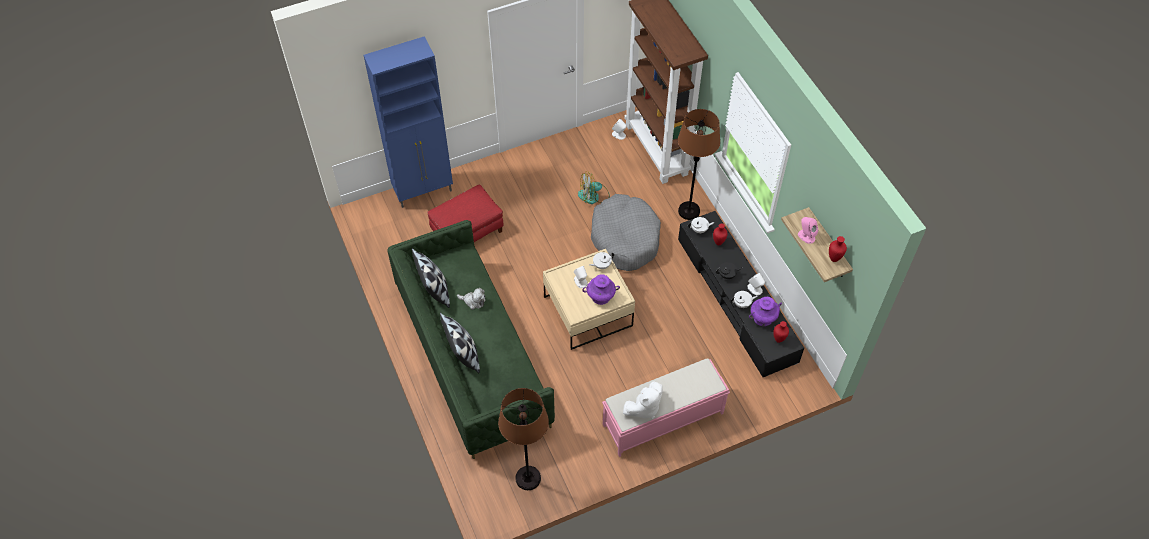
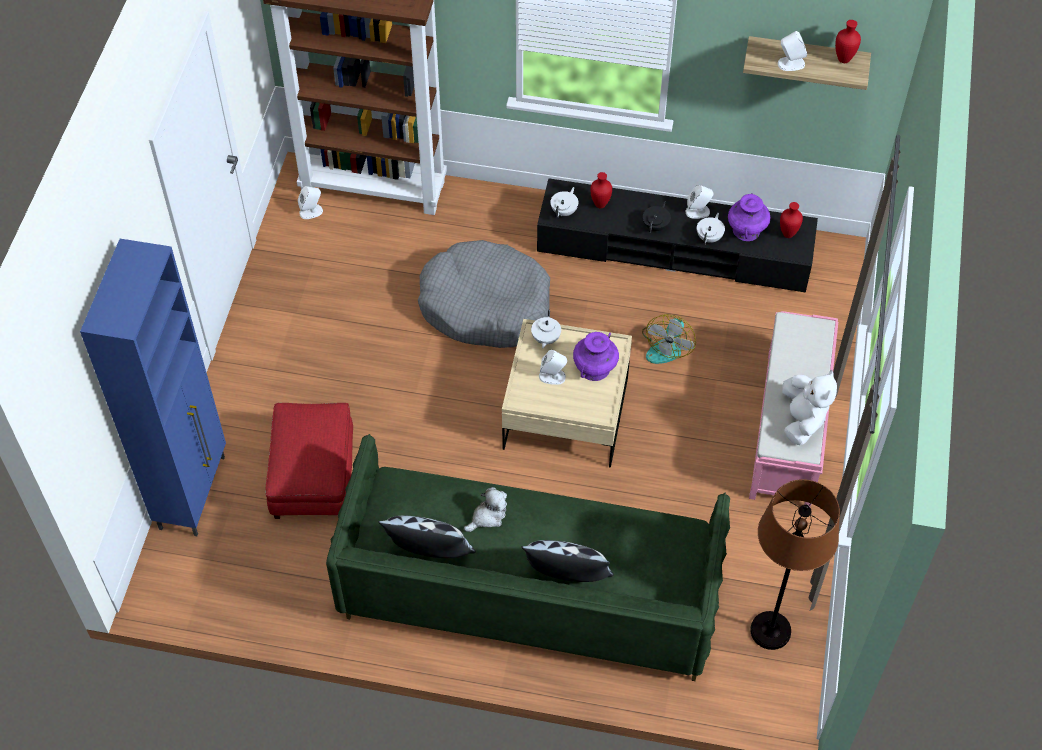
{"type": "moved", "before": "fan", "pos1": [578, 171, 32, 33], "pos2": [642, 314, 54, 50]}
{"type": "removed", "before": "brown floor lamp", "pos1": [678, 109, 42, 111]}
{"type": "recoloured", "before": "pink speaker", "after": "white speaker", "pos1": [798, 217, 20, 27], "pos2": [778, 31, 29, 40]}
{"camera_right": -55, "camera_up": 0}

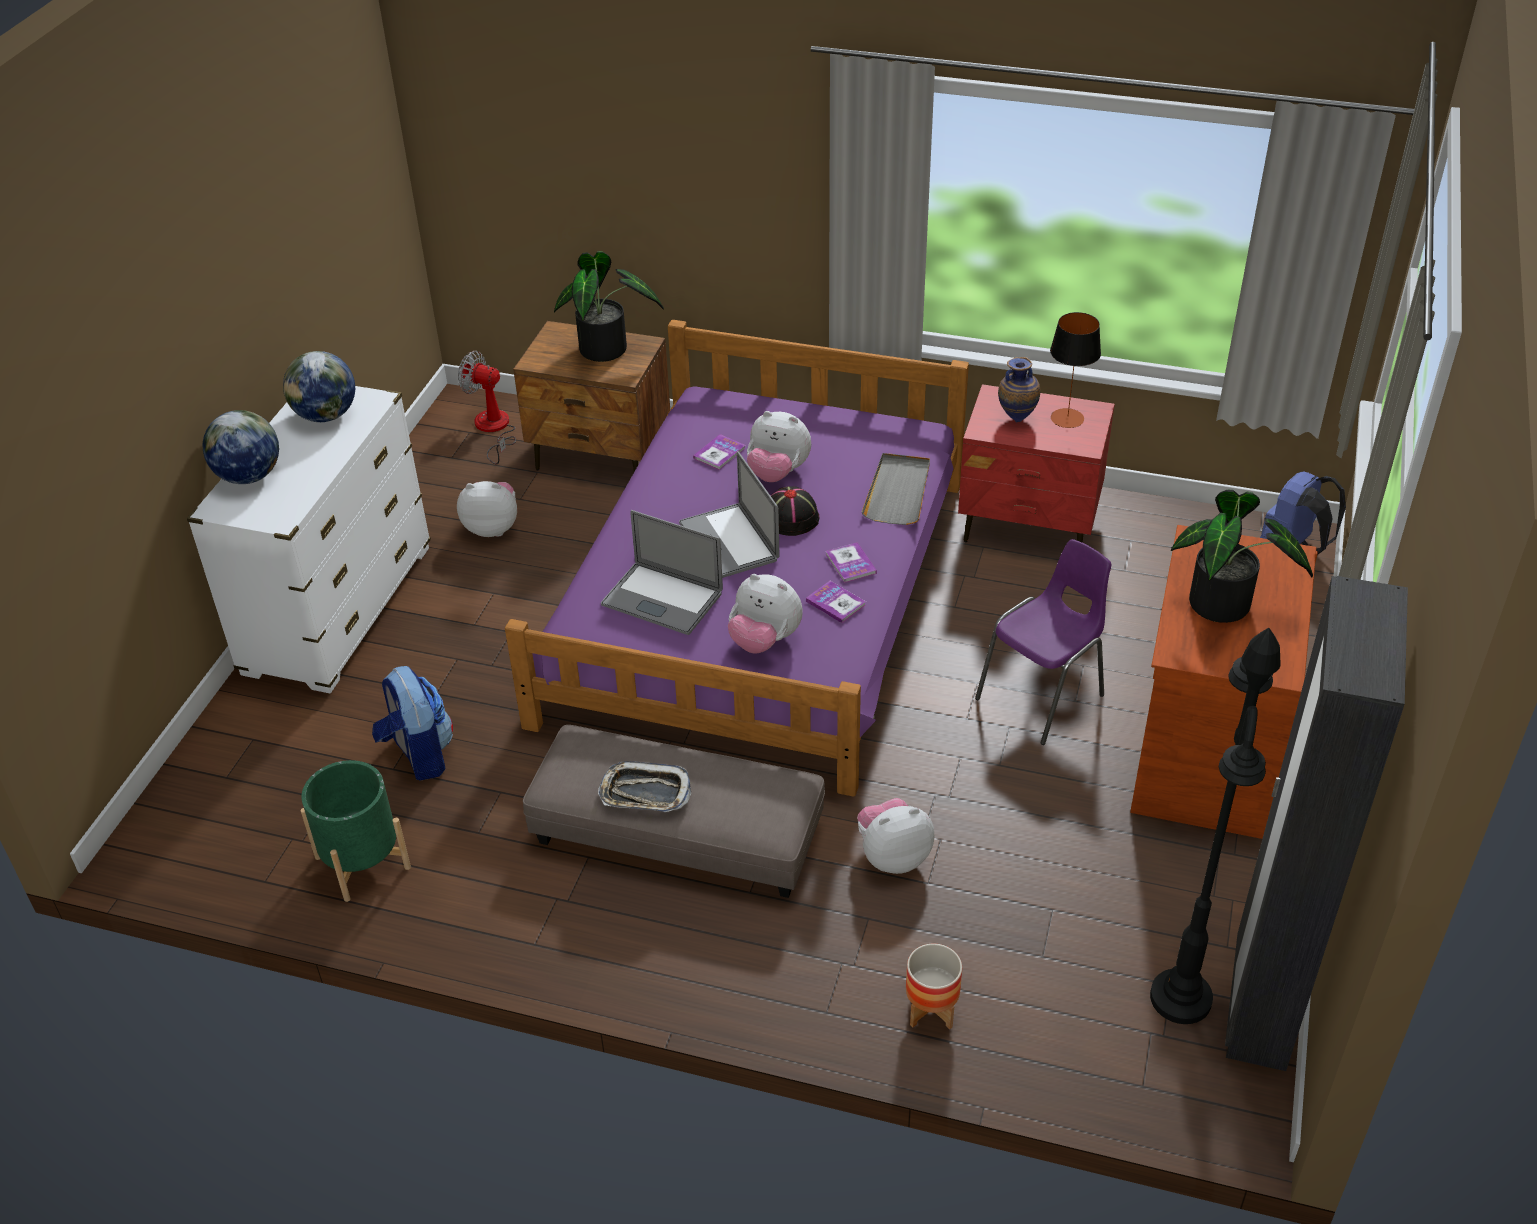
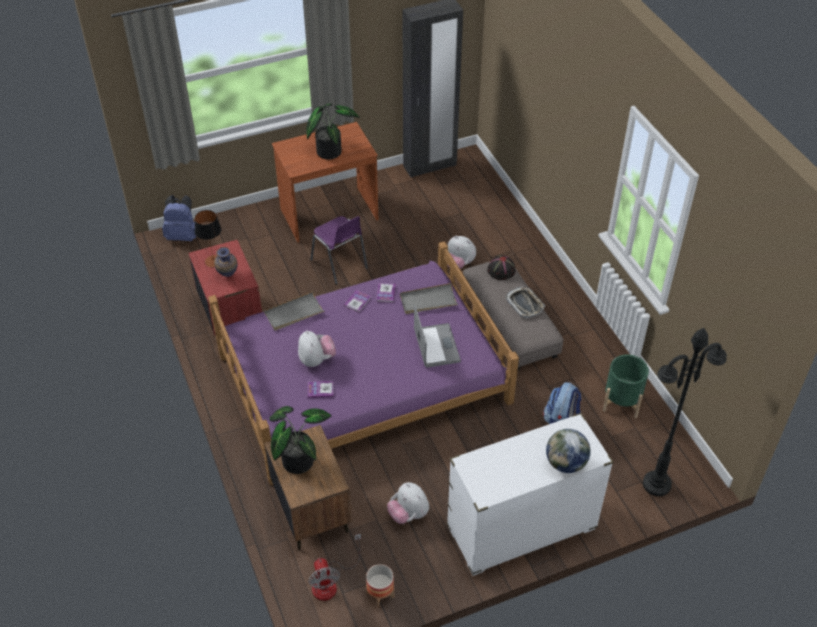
{"type": "removed", "before": "globe", "pos1": [283, 351, 72, 71]}
{"type": "removed", "before": "laptop", "pos1": [679, 451, 101, 127]}
{"type": "replaced", "before": "plush toy", "after": "grey tray", "pos1": [728, 574, 75, 79], "pos2": [400, 283, 58, 31]}
{"type": "moved", "before": "black hat", "pos1": [771, 486, 48, 50], "pos2": [487, 255, 29, 25]}
{"type": "moved", "before": "planter", "pos1": [906, 944, 56, 85], "pos2": [366, 564, 28, 44]}
{"type": "turned", "before": "purple chair", "pos1": [975, 539, 136, 206], "pos2": [310, 216, 58, 69], "turn": -135}
{"type": "moved", "before": "black floor lamp", "pos1": [1150, 628, 131, 396], "pos2": [643, 328, 84, 168]}
{"camera_right": -130, "camera_up": 5}

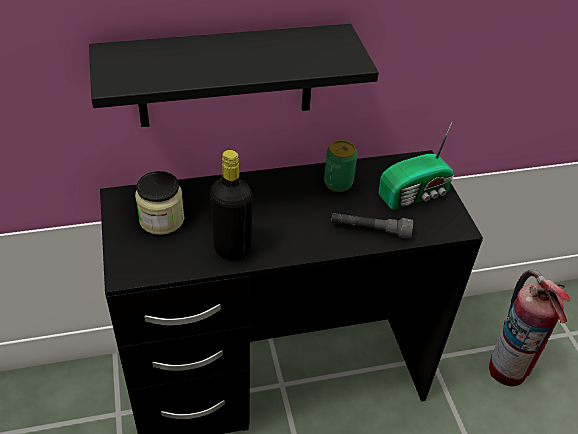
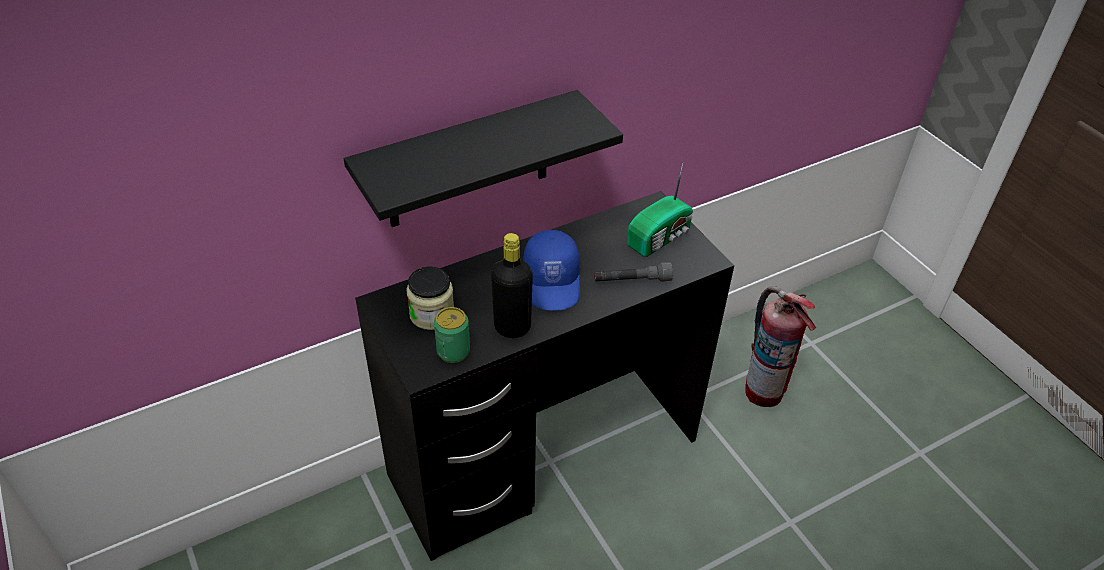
{"type": "moved", "before": "can", "pos1": [324, 140, 34, 52], "pos2": [434, 307, 36, 56]}
{"type": "added", "after": "blue cap", "pos2": [523, 230, 57, 81]}
{"camera_right": -15, "camera_up": 0}

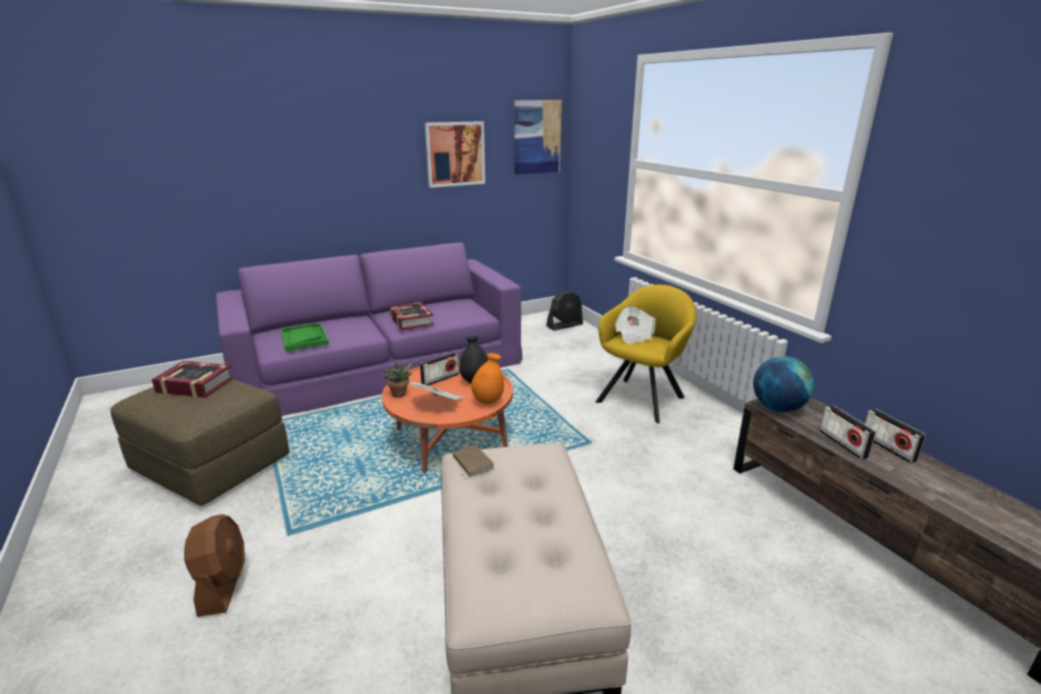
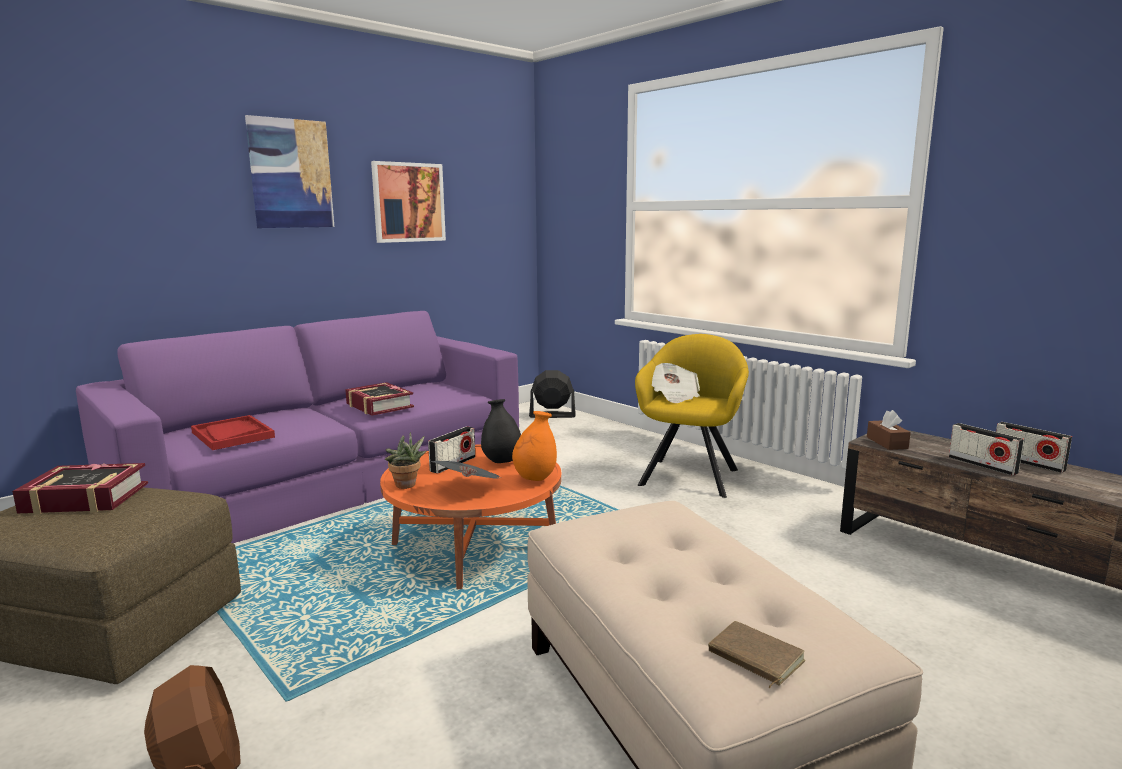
{"type": "recoloured", "before": "green tray", "after": "red tray", "pos1": [280, 323, 49, 28], "pos2": [191, 415, 84, 35]}
{"type": "moved", "before": "brown book", "pos1": [452, 445, 42, 31], "pos2": [708, 621, 98, 67]}
{"type": "moved", "before": "picture", "pos1": [514, 100, 48, 75], "pos2": [245, 115, 89, 113]}
{"type": "turned", "before": "black fan", "pos1": [546, 291, 37, 40], "pos2": [529, 370, 47, 48], "turn": -135}
{"type": "replaced", "before": "globe", "after": "brown tissue box", "pos1": [753, 356, 61, 56], "pos2": [867, 410, 44, 40]}
{"camera_right": -15, "camera_up": -10}

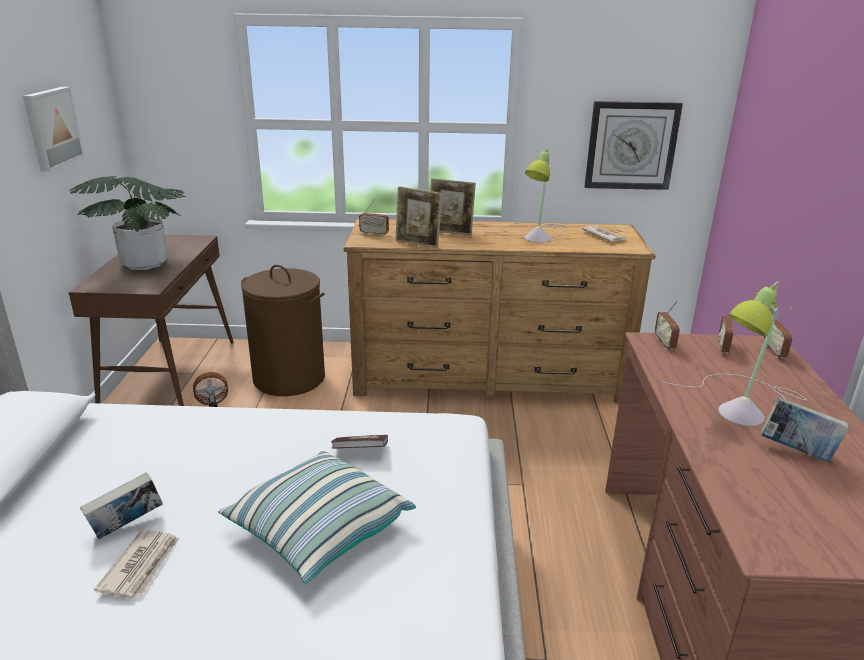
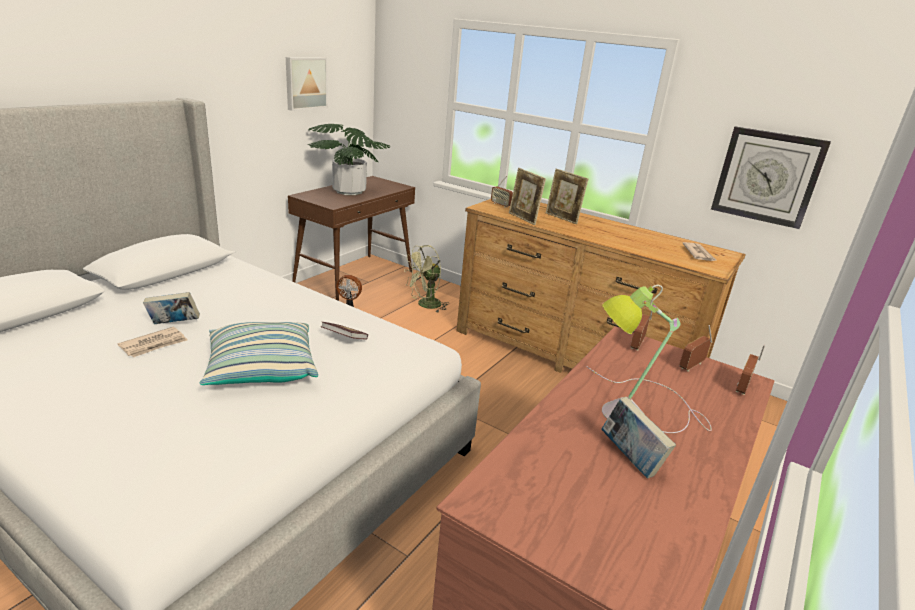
{"type": "replaced", "before": "brown laundry basket", "after": "green fan", "pos1": [241, 265, 84, 131], "pos2": [404, 245, 45, 67]}
{"type": "removed", "before": "table lamp", "pos1": [501, 148, 66, 95]}
{"camera_right": 30, "camera_up": 0}

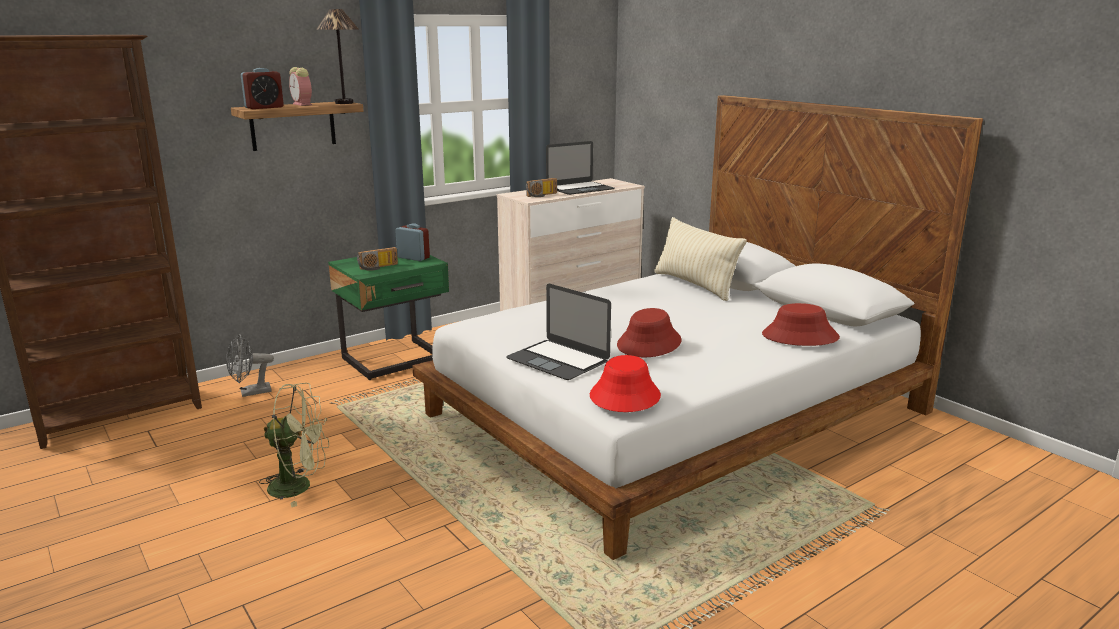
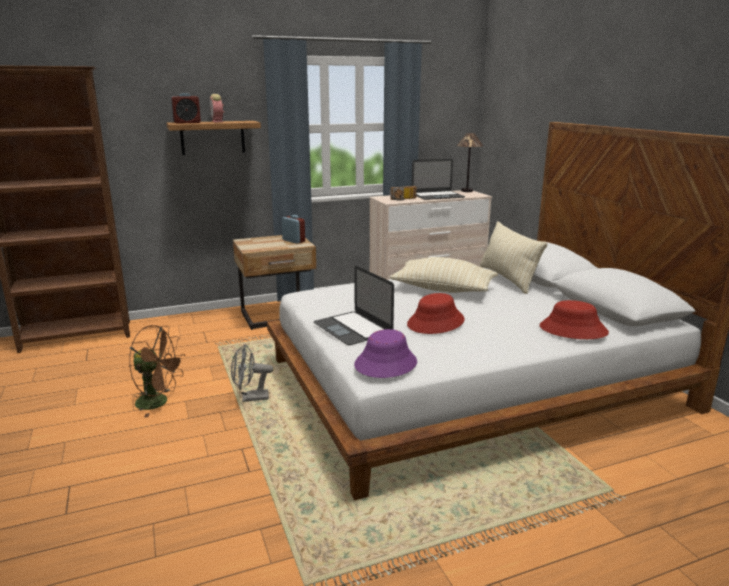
{"type": "moved", "before": "grey fan", "pos1": [226, 334, 48, 63], "pos2": [231, 344, 42, 58]}
{"type": "recoloured", "before": "green fan", "after": "brown fan", "pos1": [259, 383, 70, 124], "pos2": [129, 325, 56, 93]}
{"type": "moved", "before": "table lamp", "pos1": [316, 9, 42, 95], "pos2": [457, 133, 26, 59]}
{"type": "recoloured", "before": "green nightstand", "after": "beige nightstand", "pos1": [328, 255, 121, 125], "pos2": [233, 235, 83, 95]}
{"type": "removed", "before": "radio", "pos1": [357, 247, 41, 24]}
{"type": "recoloured", "before": "red hat", "after": "purple hat", "pos1": [590, 355, 71, 57], "pos2": [354, 329, 63, 49]}
{"type": "added", "after": "beige pillow", "pos2": [389, 257, 109, 36]}
{"camera_right": 15, "camera_up": 0}

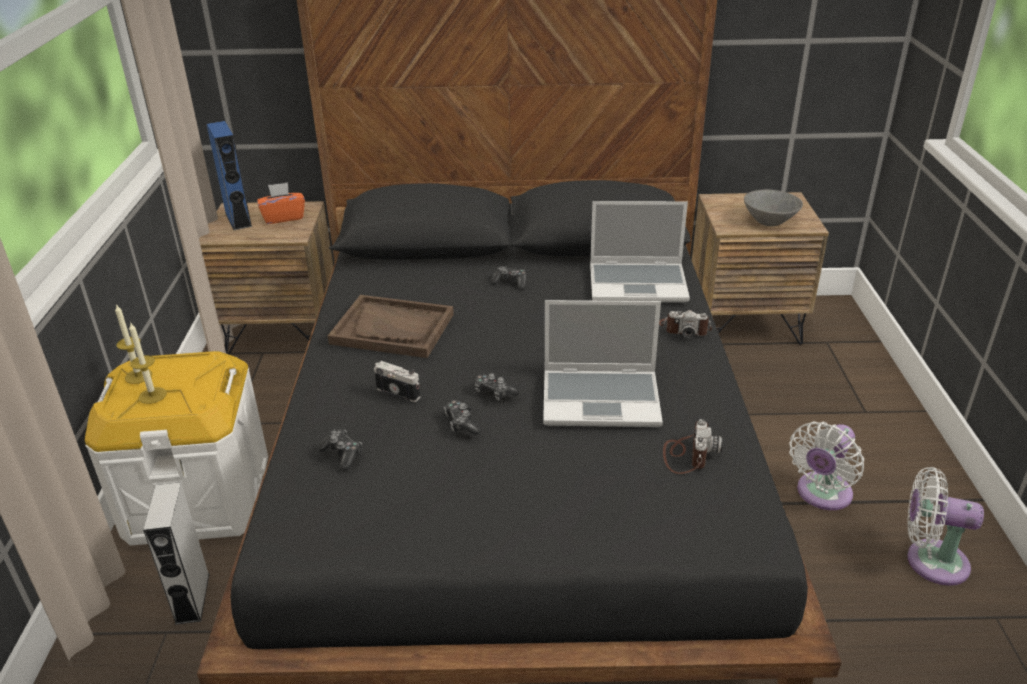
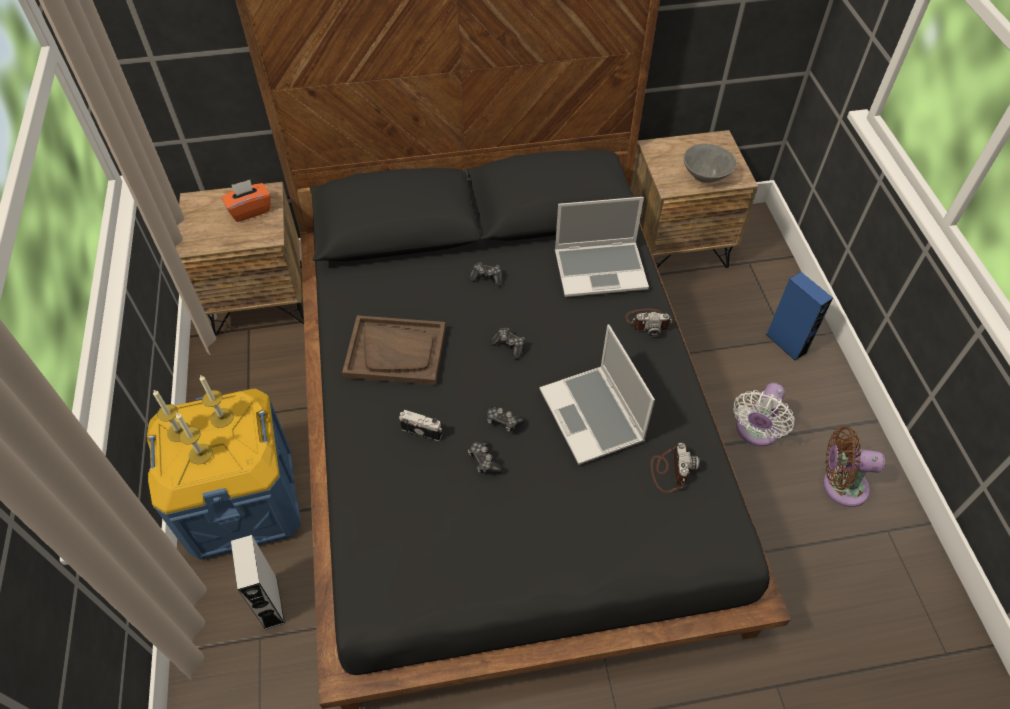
{"type": "recoloured", "before": "white storage box", "after": "blue storage box", "pos1": [85, 351, 183, 195], "pos2": [147, 388, 154, 172]}
{"type": "moved", "before": "blue speaker", "pos1": [207, 121, 45, 109], "pos2": [766, 272, 67, 89]}
{"type": "moved", "before": "game controller", "pos1": [318, 429, 44, 41], "pos2": [490, 328, 35, 32]}
{"type": "turned", "before": "laptop", "pos1": [543, 300, 120, 127], "pos2": [540, 324, 115, 141], "turn": 75}
{"type": "recoloured", "before": "white fan", "after": "brown fan", "pos1": [907, 467, 77, 119], "pos2": [823, 426, 62, 81]}
{"type": "added", "after": "candle", "pos2": [199, 375, 35, 53]}
{"camera_right": -10, "camera_up": 20}

